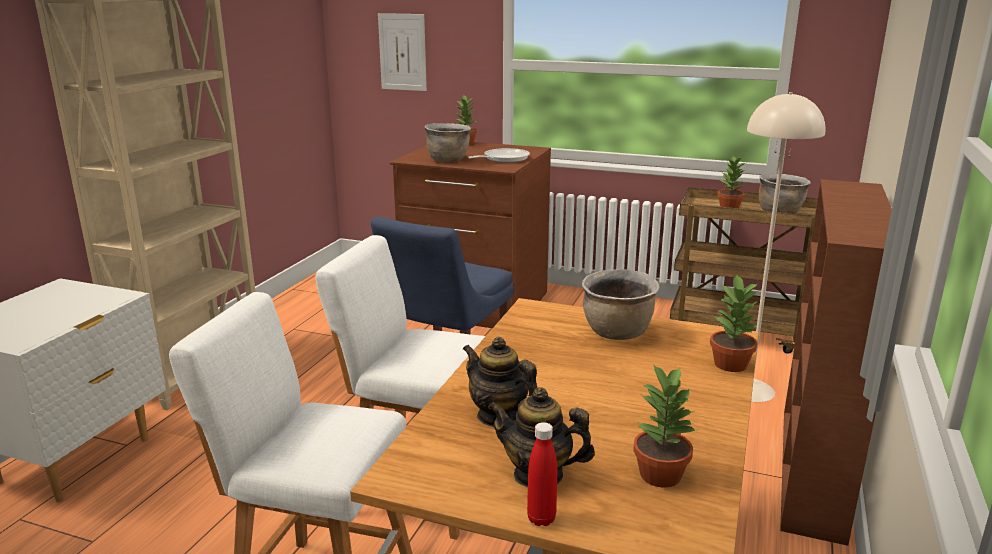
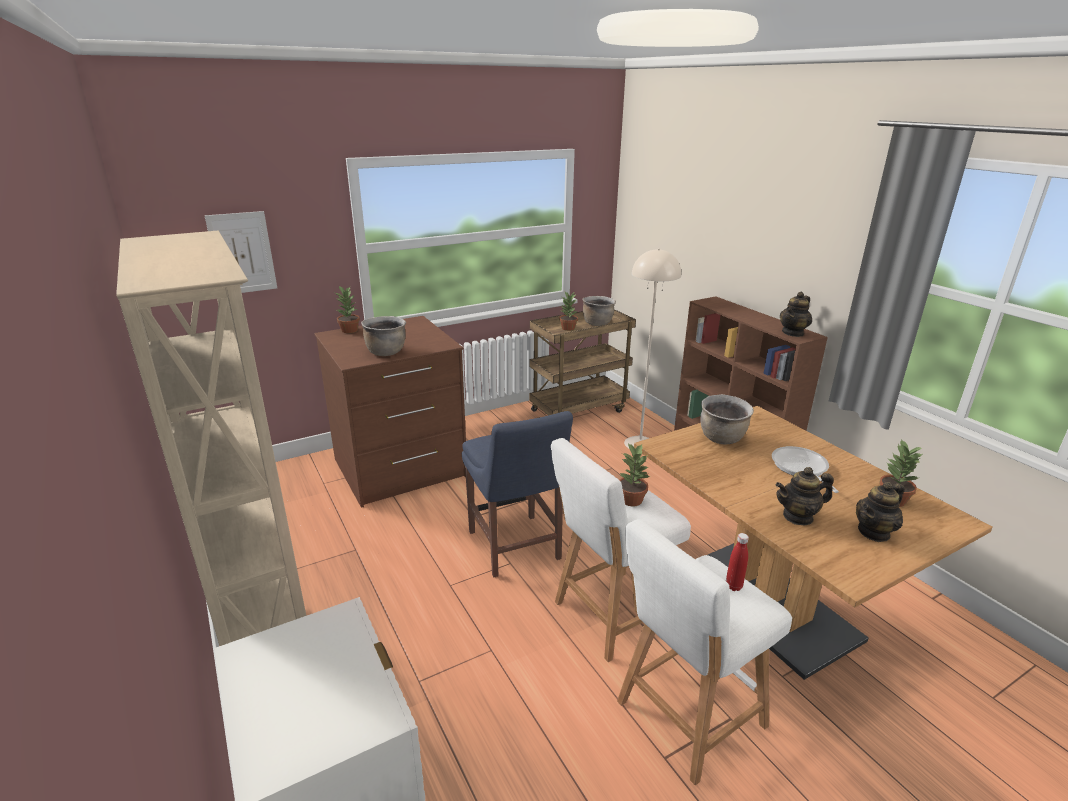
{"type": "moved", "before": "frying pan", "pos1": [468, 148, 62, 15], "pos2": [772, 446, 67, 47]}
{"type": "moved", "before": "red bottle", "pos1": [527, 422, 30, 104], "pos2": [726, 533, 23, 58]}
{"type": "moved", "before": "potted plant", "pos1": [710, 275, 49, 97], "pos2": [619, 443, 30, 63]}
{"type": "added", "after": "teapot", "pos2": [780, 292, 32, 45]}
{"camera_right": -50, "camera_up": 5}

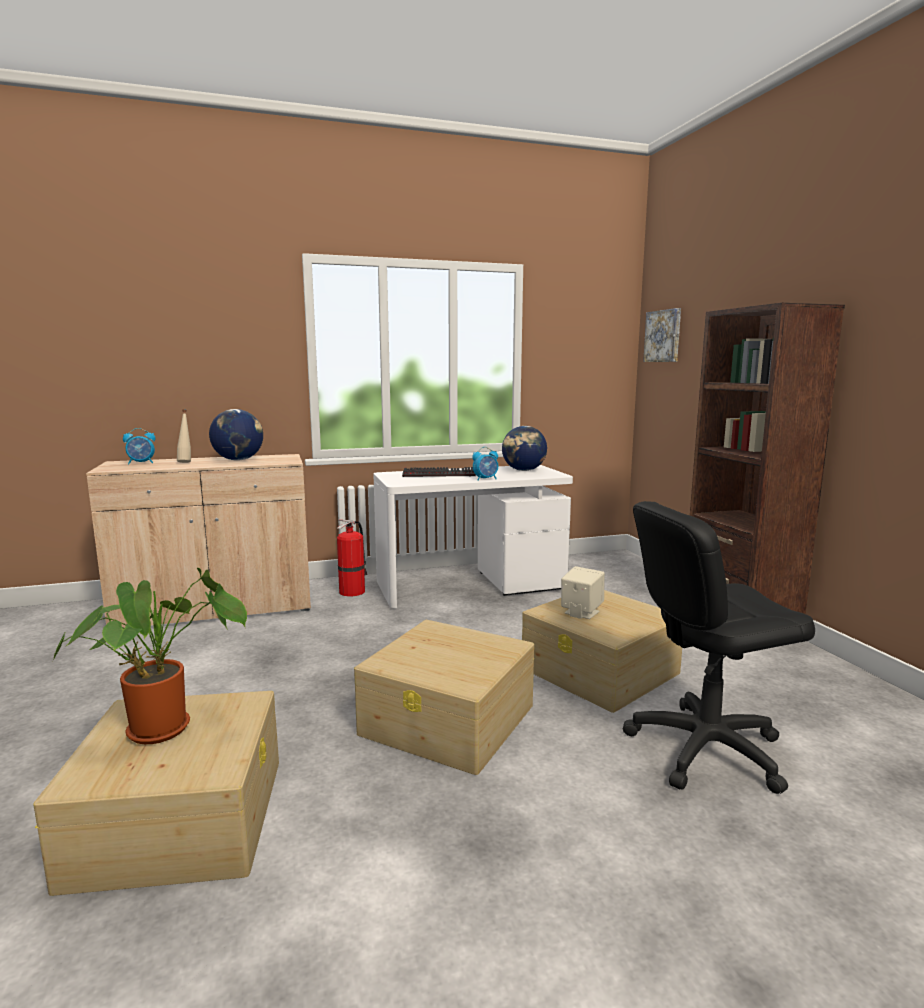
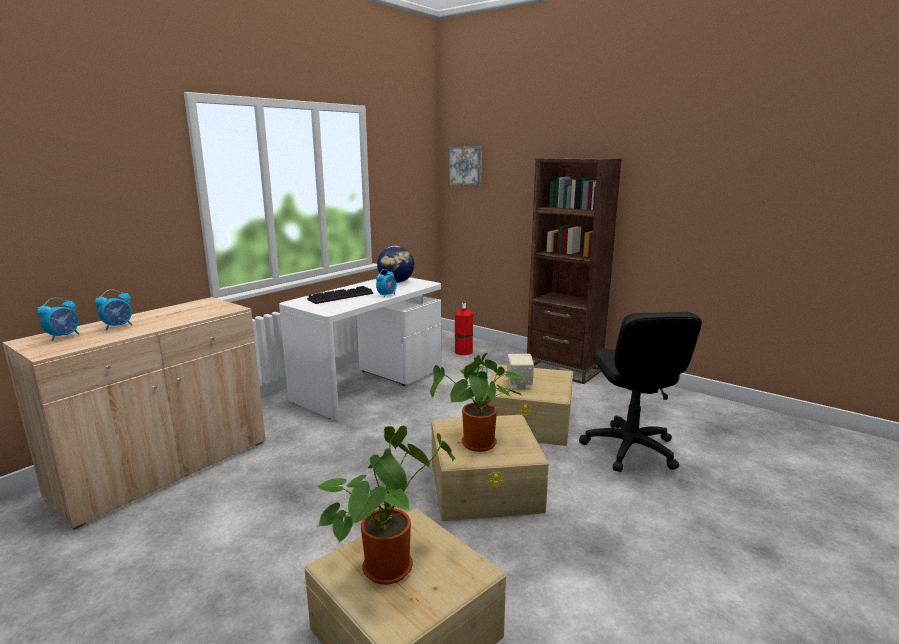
{"type": "replaced", "before": "beige bottle", "after": "alarm clock", "pos1": [177, 409, 14, 54], "pos2": [95, 289, 37, 42]}
{"type": "removed", "before": "globe", "pos1": [209, 409, 54, 52]}
{"type": "moved", "before": "fire extinguisher", "pos1": [337, 520, 30, 76], "pos2": [455, 302, 18, 53]}
{"type": "turned", "before": "black office chair", "pos1": [623, 501, 192, 293], "pos2": [579, 312, 123, 160], "turn": -45}
{"type": "added", "after": "potted plant", "pos2": [430, 353, 95, 99]}
{"camera_right": -35, "camera_up": 5}

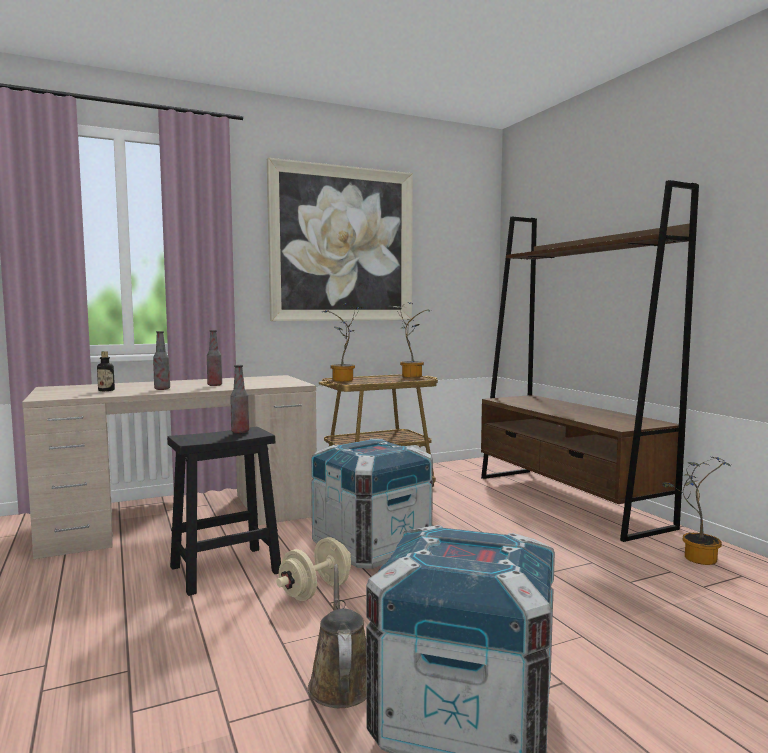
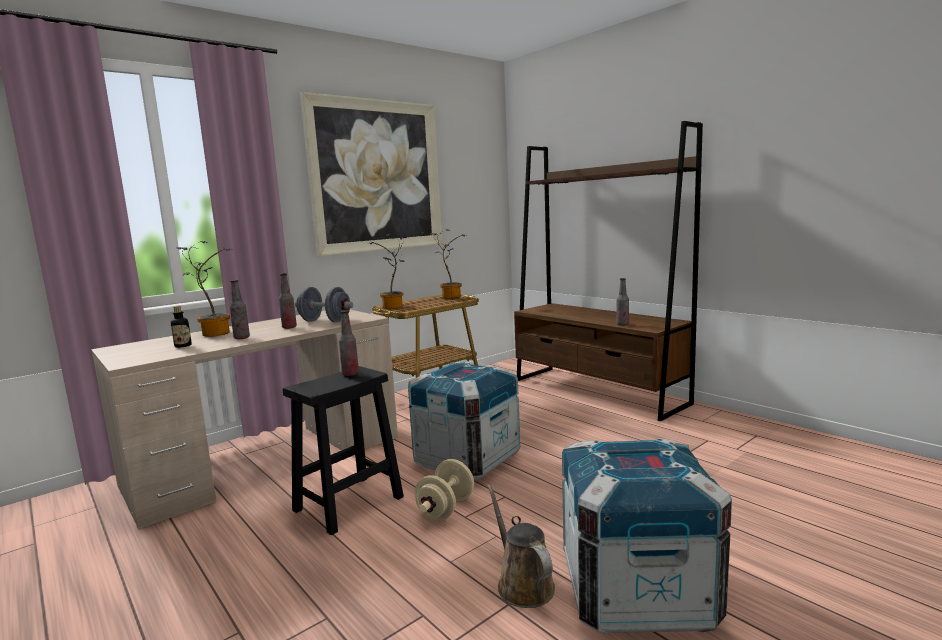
{"type": "moved", "before": "potted plant", "pos1": [662, 456, 68, 109], "pos2": [176, 241, 56, 96]}
{"type": "added", "after": "grey dumbbell", "pos2": [295, 287, 58, 35]}
{"type": "added", "after": "bottle", "pos2": [616, 278, 13, 48]}
{"camera_right": -15, "camera_up": 5}

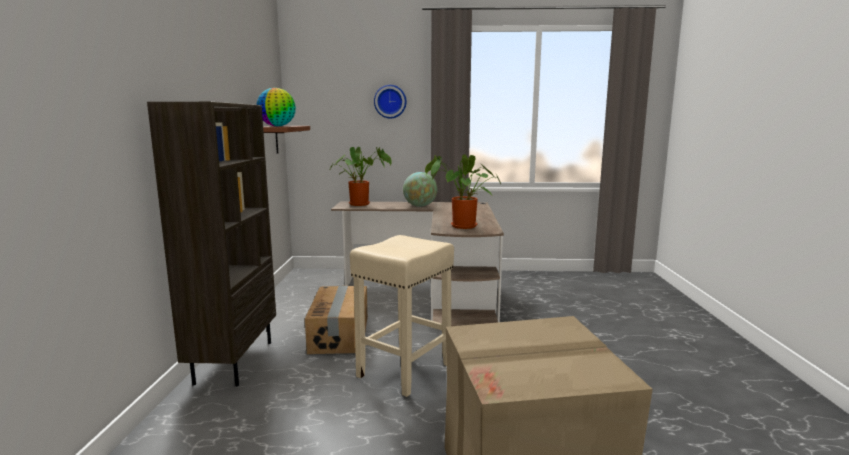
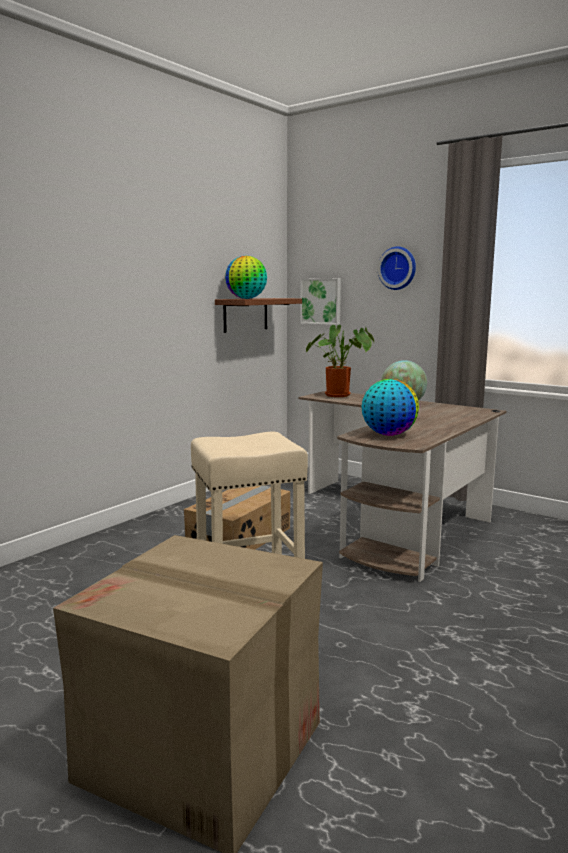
{"type": "removed", "before": "brown bookcase", "pos1": [147, 102, 129, 284]}
{"type": "replaced", "before": "potted plant", "after": "globe", "pos1": [425, 154, 77, 75], "pos2": [361, 379, 58, 57]}
{"type": "added", "after": "picture", "pos2": [300, 278, 41, 47]}
{"camera_right": 35, "camera_up": 0}

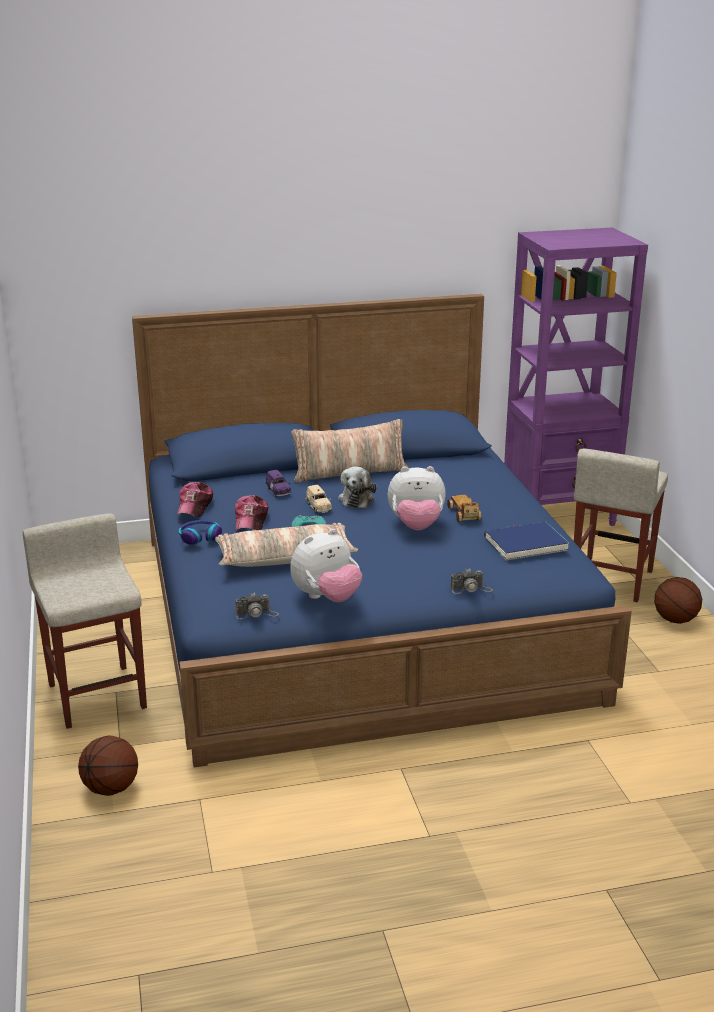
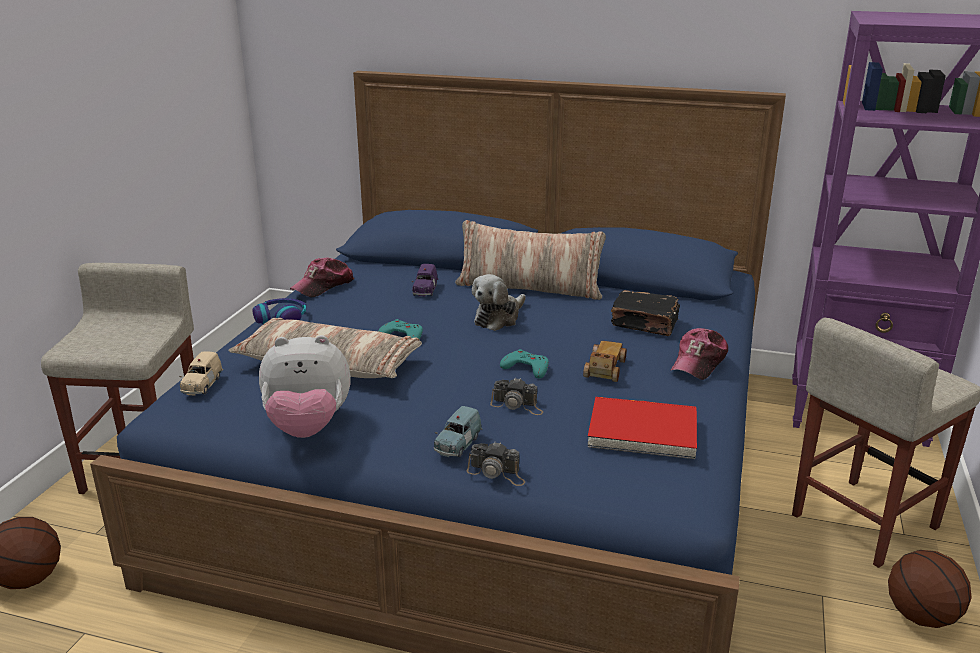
{"type": "moved", "before": "cap", "pos1": [235, 495, 34, 35], "pos2": [671, 328, 57, 52]}
{"type": "moved", "before": "photo camera", "pos1": [235, 592, 44, 27], "pos2": [490, 377, 53, 38]}
{"type": "moved", "before": "beige toy car", "pos1": [306, 485, 26, 28], "pos2": [179, 351, 44, 45]}
{"type": "replaced", "before": "plush toy", "after": "turquoise game controller", "pos1": [388, 466, 58, 64], "pos2": [500, 349, 49, 30]}
{"type": "recoloured", "before": "blue book", "after": "red book", "pos1": [484, 521, 85, 40], "pos2": [588, 397, 109, 62]}
{"type": "added", "after": "blue toy car", "pos2": [434, 406, 48, 52]}
{"type": "added", "after": "black book", "pos2": [611, 290, 69, 46]}
{"camera_right": 30, "camera_up": 0}

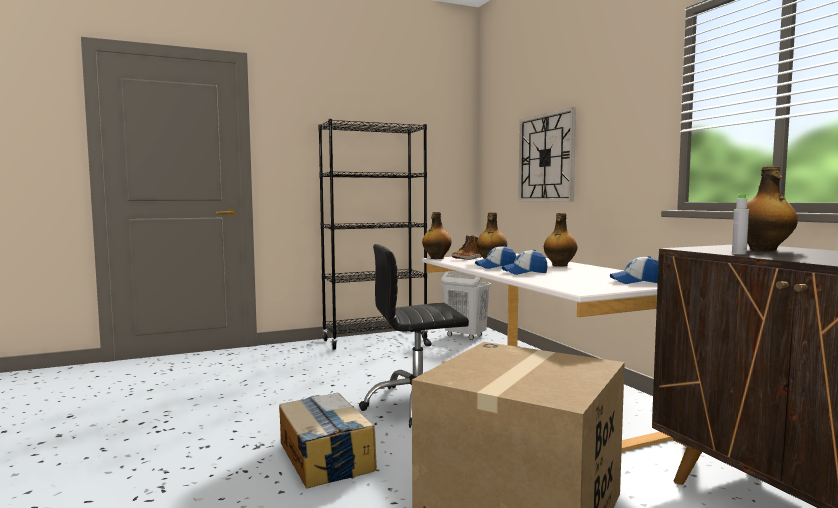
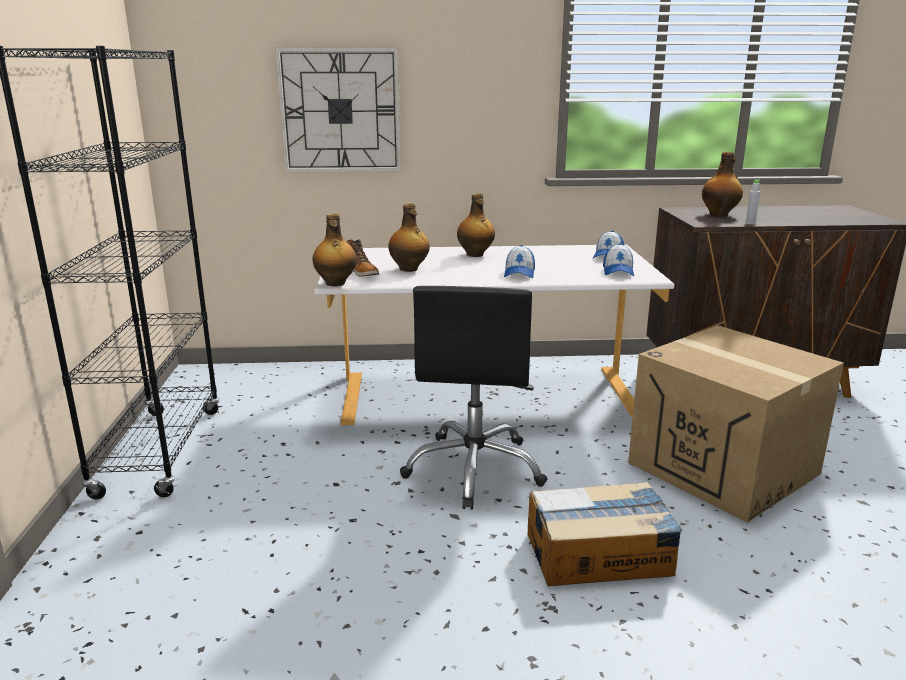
{"type": "removed", "before": "white laundry basket", "pos1": [441, 271, 50, 69]}
{"type": "moved", "before": "cap", "pos1": [475, 246, 42, 23], "pos2": [603, 243, 31, 33]}
{"camera_right": -70, "camera_up": 15}

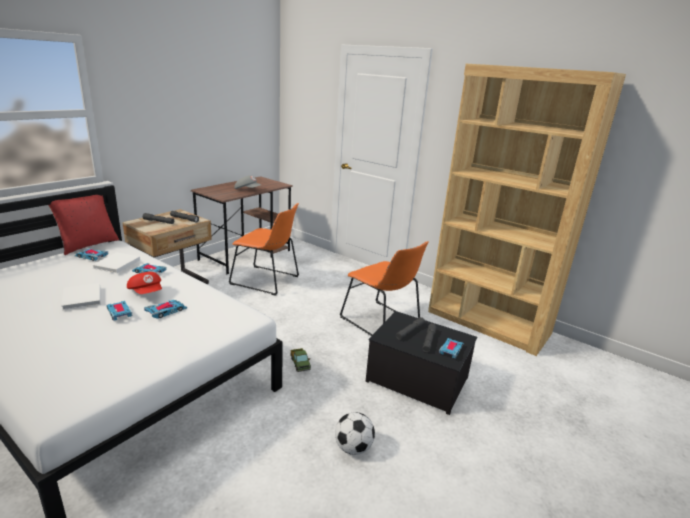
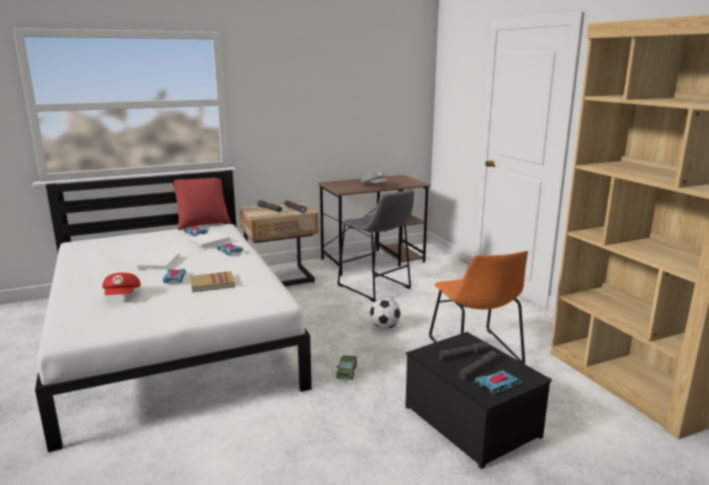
{"type": "moved", "before": "red cap", "pos1": [127, 272, 35, 22], "pos2": [102, 273, 39, 22]}
{"type": "replaced", "before": "toy car", "after": "book", "pos1": [144, 300, 43, 19], "pos2": [190, 271, 45, 21]}
{"type": "replaced", "before": "orange chair", "after": "grey stool", "pos1": [229, 203, 70, 93], "pos2": [337, 189, 77, 113]}
{"type": "moved", "before": "football", "pos1": [335, 412, 40, 43], "pos2": [370, 298, 31, 31]}
{"camera_right": 30, "camera_up": -5}

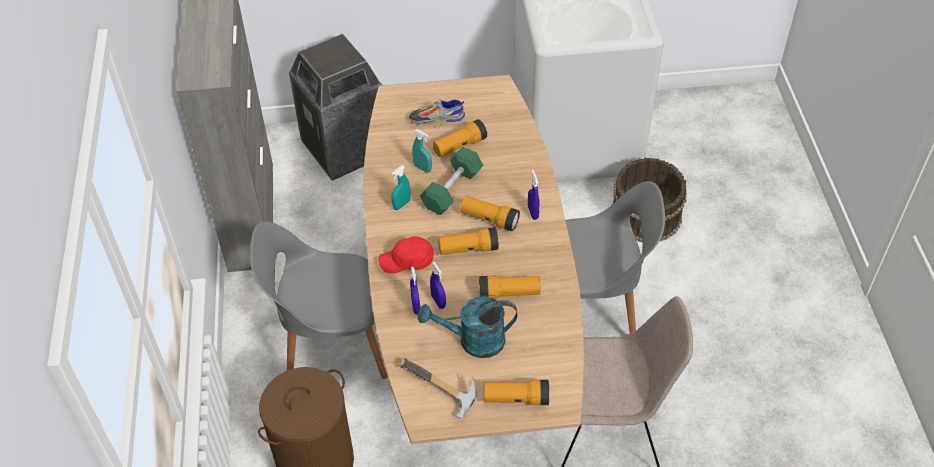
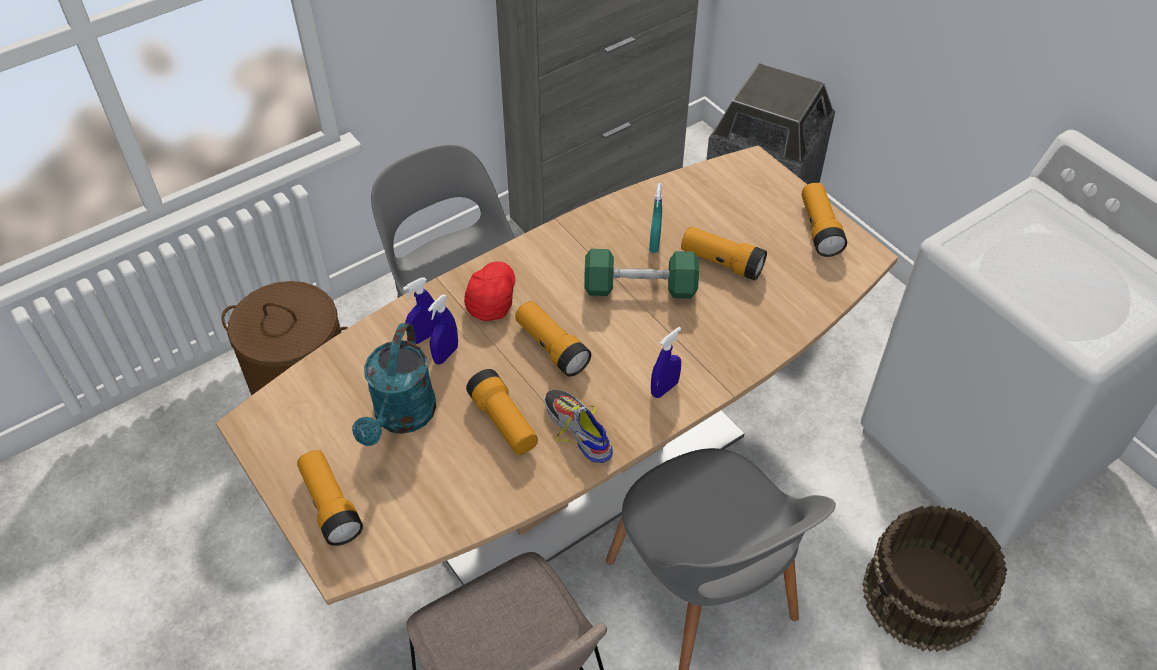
{"type": "turned", "before": "red cap", "pos1": [378, 236, 56, 38], "pos2": [464, 261, 51, 60], "turn": 45}
{"type": "removed", "before": "turquoise spray bottle", "pos1": [391, 166, 20, 44]}
{"type": "removed", "before": "hammer", "pos1": [400, 358, 77, 62]}
{"type": "moved", "before": "shoe", "pos1": [409, 99, 56, 30], "pos2": [544, 390, 69, 73]}
{"type": "turned", "before": "turquoise watering can", "pos1": [418, 296, 99, 62], "pos2": [352, 323, 84, 123], "turn": -135}
{"type": "moved", "before": "flashlight", "pos1": [460, 196, 60, 35], "pos2": [802, 183, 45, 74]}
{"camera_right": 60, "camera_up": 0}

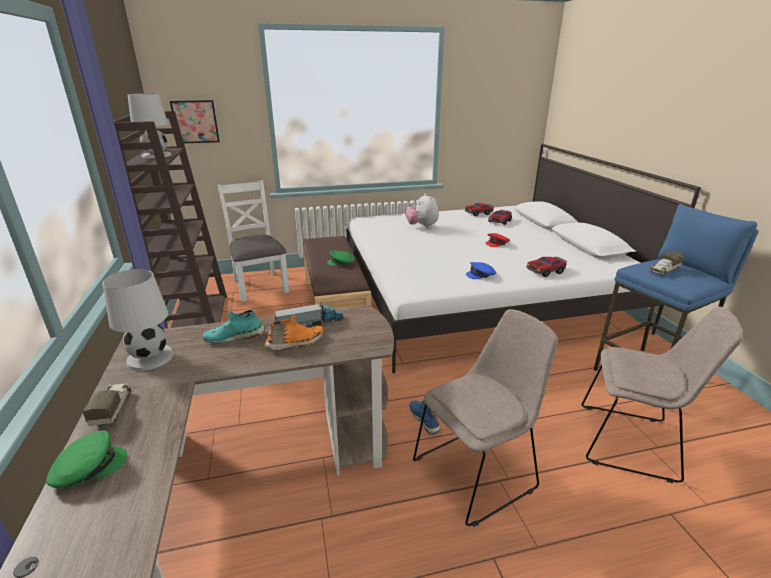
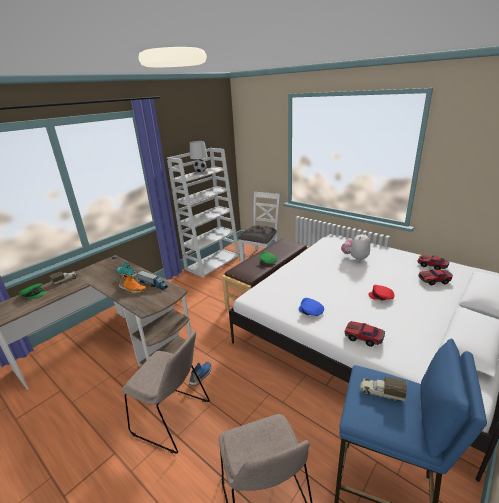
{"type": "removed", "before": "white table lamp", "pos1": [102, 269, 72, 102]}
{"type": "recoloured", "before": "brown bookcase", "after": "white bookcase", "pos1": [114, 111, 113, 217], "pos2": [167, 148, 73, 130]}
{"type": "removed", "before": "picture", "pos1": [170, 100, 50, 43]}
{"camera_right": 55, "camera_up": 0}

